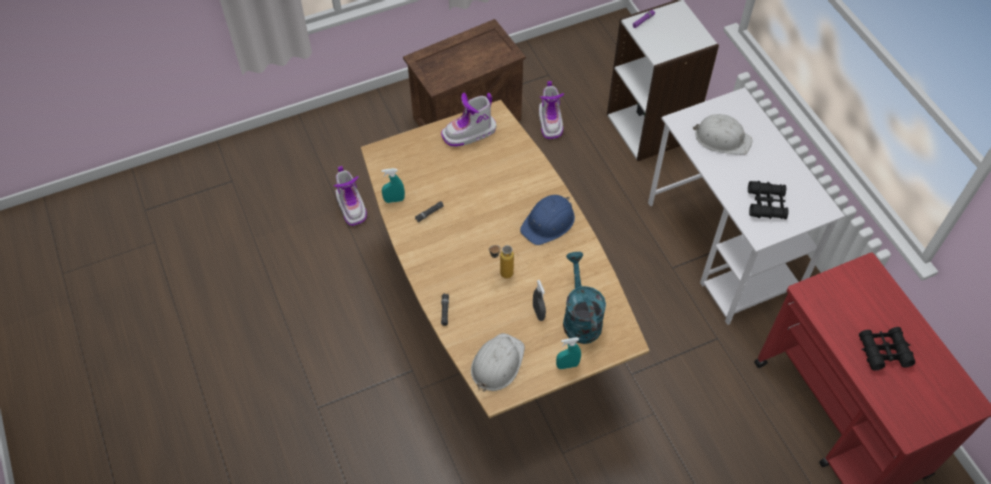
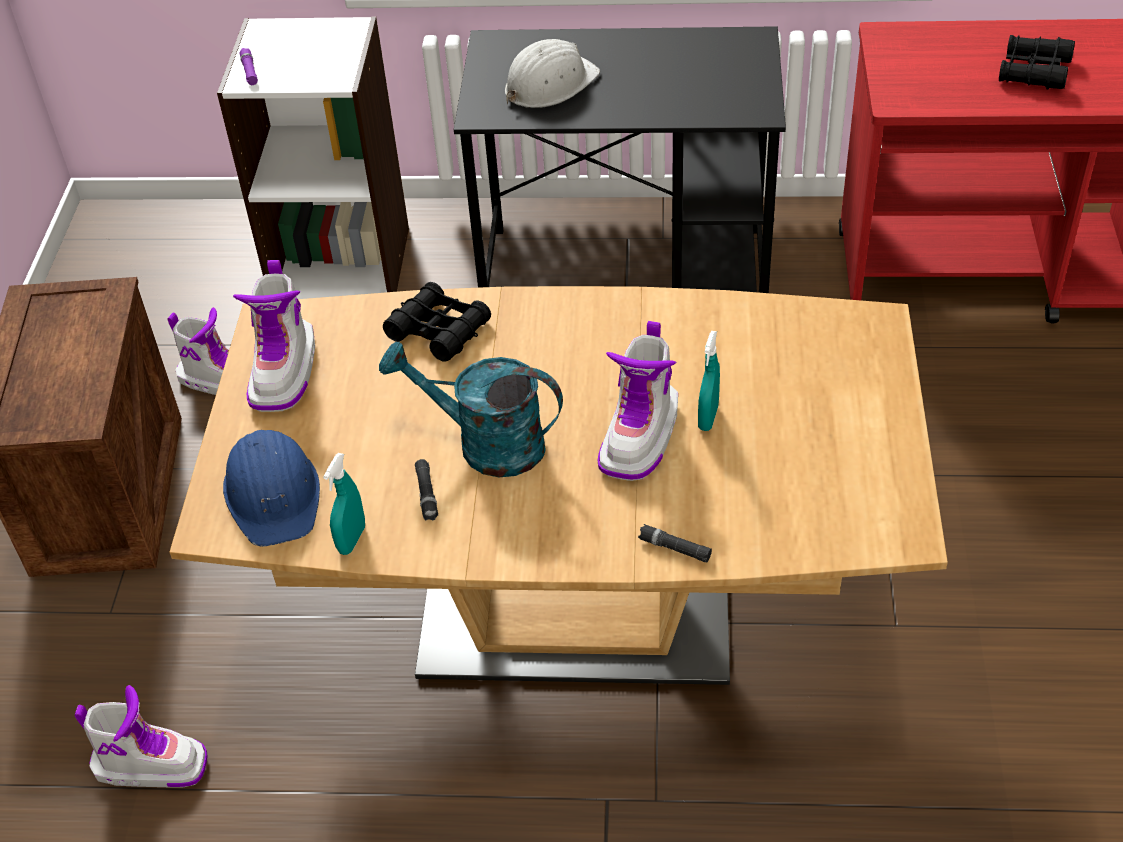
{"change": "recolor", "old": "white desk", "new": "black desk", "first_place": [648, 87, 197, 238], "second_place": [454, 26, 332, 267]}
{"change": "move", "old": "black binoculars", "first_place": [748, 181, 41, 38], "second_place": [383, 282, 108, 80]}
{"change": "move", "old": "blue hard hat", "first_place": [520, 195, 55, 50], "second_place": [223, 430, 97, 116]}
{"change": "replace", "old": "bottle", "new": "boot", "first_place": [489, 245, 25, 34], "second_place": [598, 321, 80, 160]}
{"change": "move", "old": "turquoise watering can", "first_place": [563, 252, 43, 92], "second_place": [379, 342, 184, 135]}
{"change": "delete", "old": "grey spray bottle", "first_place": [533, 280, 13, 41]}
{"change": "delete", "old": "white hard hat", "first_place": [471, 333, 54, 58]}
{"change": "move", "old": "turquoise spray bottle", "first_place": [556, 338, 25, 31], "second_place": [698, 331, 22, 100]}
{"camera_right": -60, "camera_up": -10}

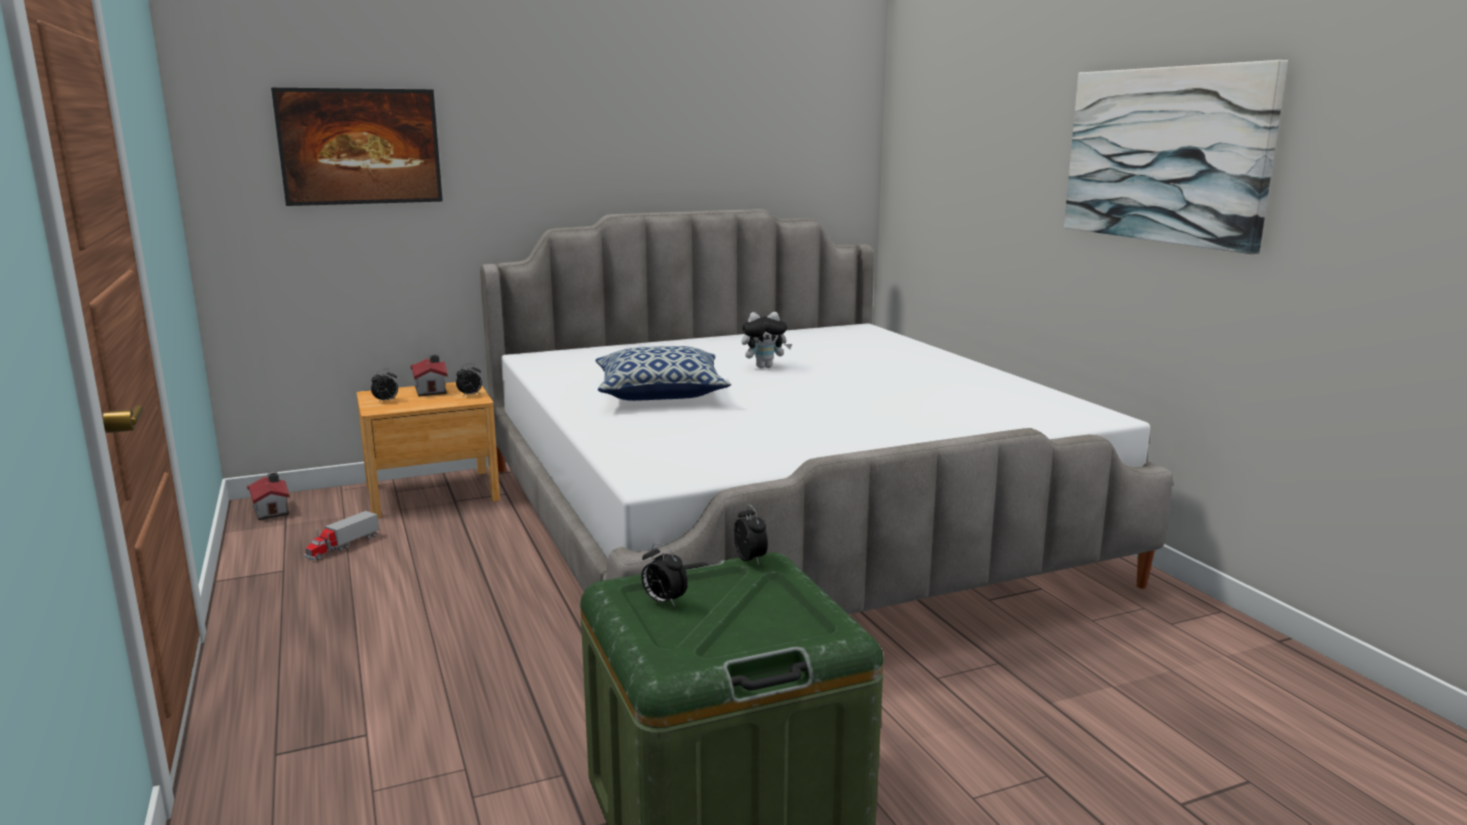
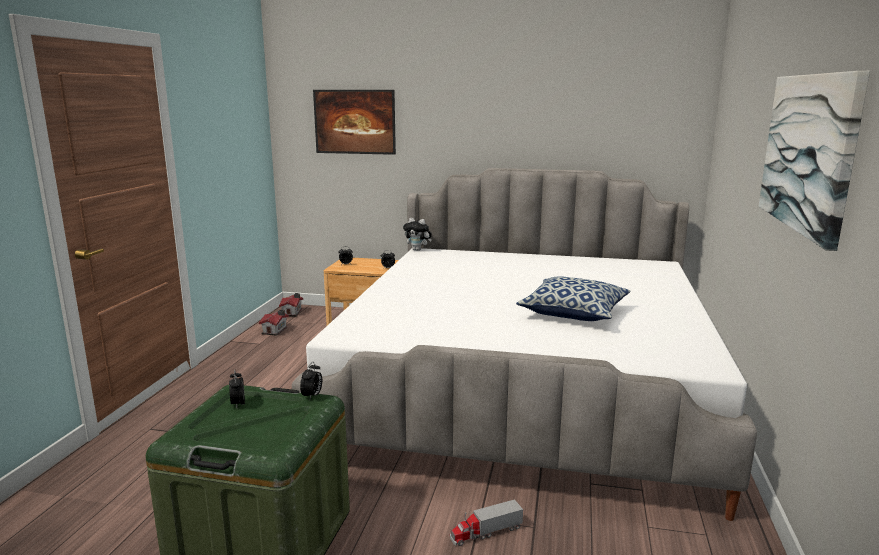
{"change": "move", "old": "plush toy", "first_place": [742, 312, 50, 56], "second_place": [403, 218, 29, 33]}
{"change": "move", "old": "pillow", "first_place": [595, 346, 136, 55], "second_place": [516, 276, 115, 45]}
{"change": "move", "old": "toy house", "first_place": [411, 355, 37, 41], "second_place": [259, 310, 30, 26]}
{"change": "move", "old": "toy truck", "first_place": [304, 511, 75, 49], "second_place": [450, 499, 73, 47]}
{"camera_right": 35, "camera_up": 0}

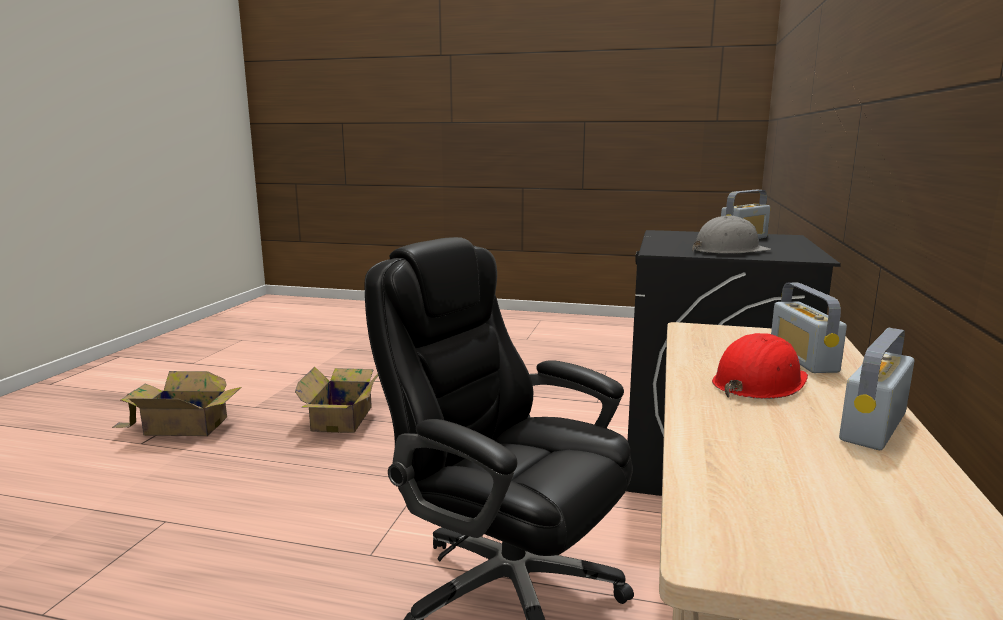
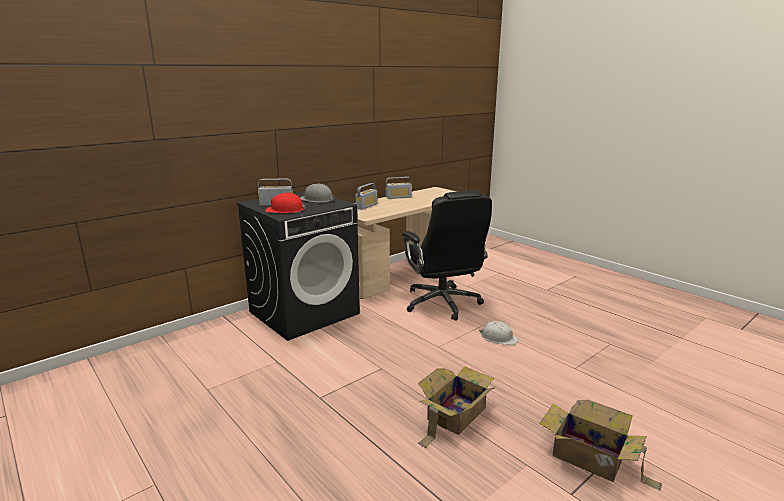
{"change": "move", "old": "red hard hat", "first_place": [712, 333, 96, 66], "second_place": [265, 193, 42, 20]}
{"change": "insert", "new": "white hard hat", "second_place": [479, 321, 40, 24]}
{"camera_right": -145, "camera_up": 5}

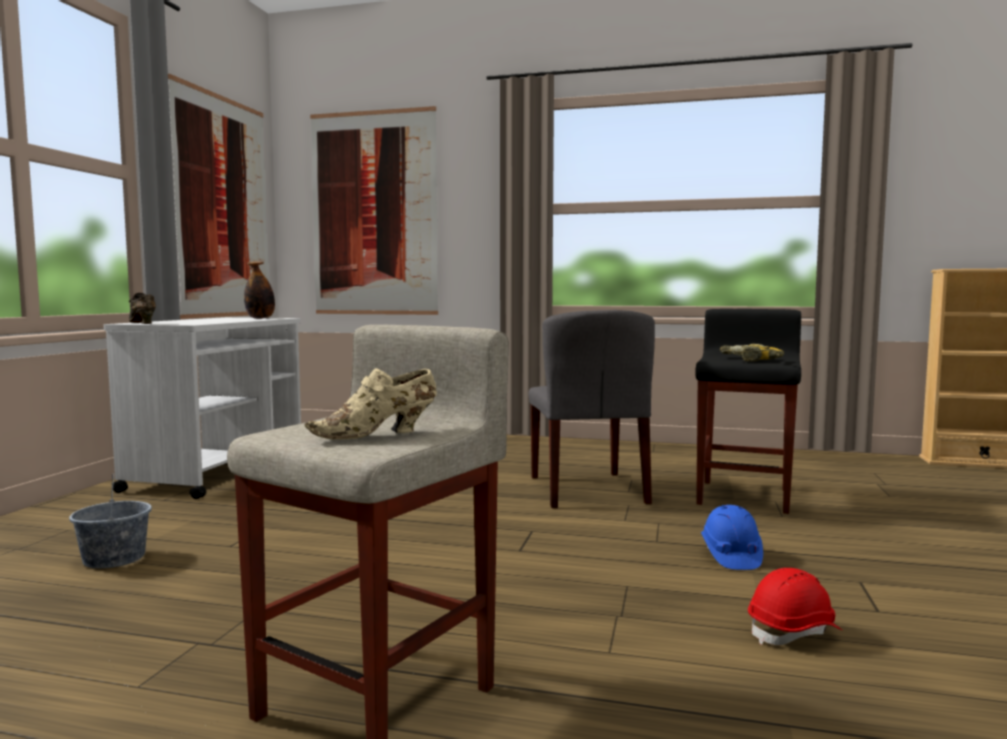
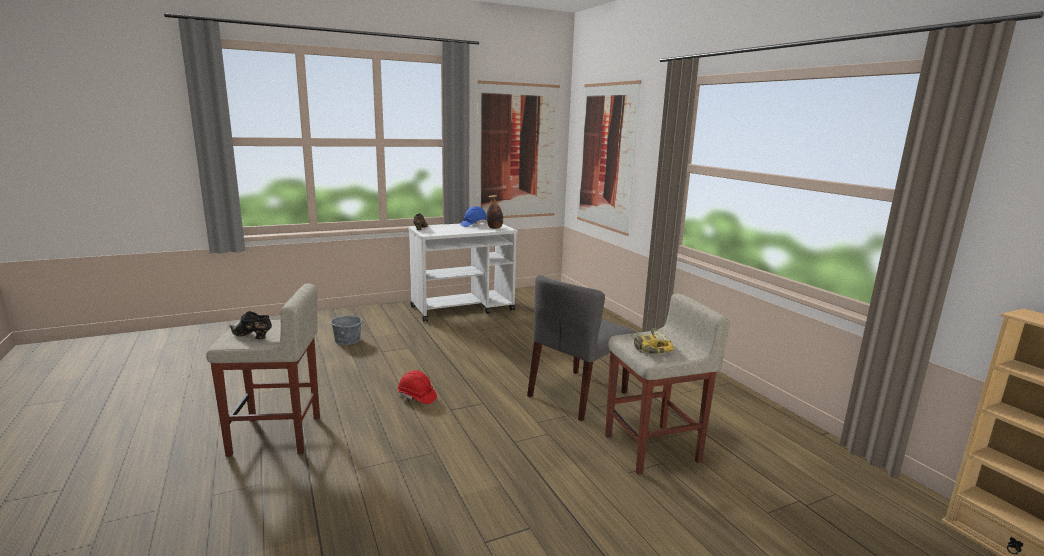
{"change": "recolor", "old": "black stool", "new": "beige stool", "first_place": [695, 309, 106, 205], "second_place": [605, 293, 125, 182]}
{"change": "recolor", "old": "beige shoe", "new": "black shoe", "first_place": [305, 368, 132, 71], "second_place": [230, 311, 42, 28]}
{"change": "move", "old": "blue hard hat", "first_place": [701, 505, 62, 65], "second_place": [461, 206, 26, 21]}
{"change": "move", "old": "red hard hat", "first_place": [748, 568, 94, 77], "second_place": [397, 370, 40, 34]}
{"camera_right": 50, "camera_up": 10}

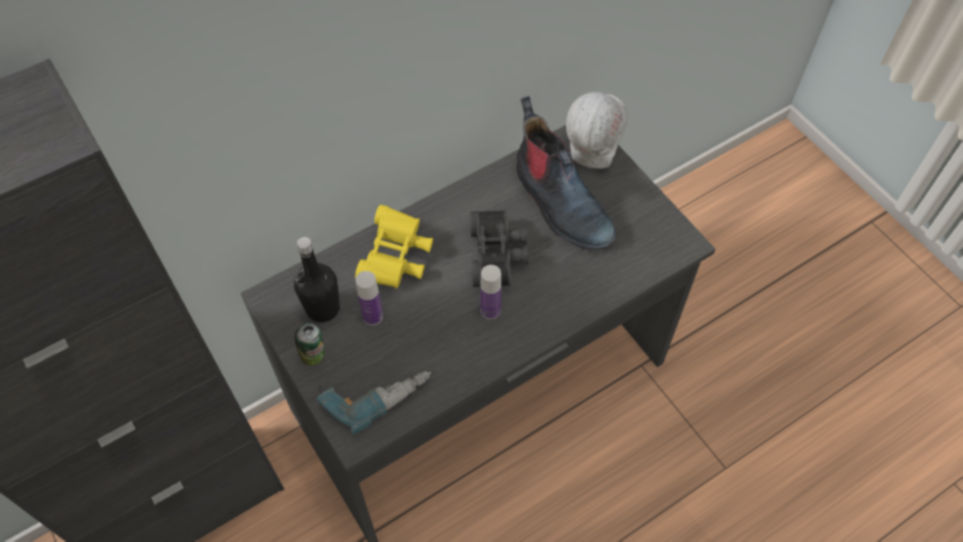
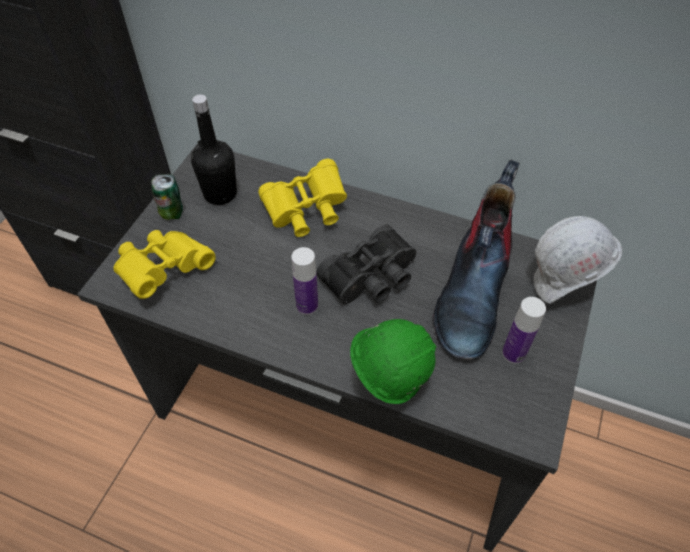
{"change": "move", "old": "bottle", "first_place": [355, 271, 28, 54], "second_place": [502, 297, 44, 67]}
{"change": "replace", "old": "power drill", "new": "yellow binoculars", "first_place": [317, 371, 114, 64], "second_place": [114, 230, 102, 69]}
{"change": "insert", "new": "green hard hat", "second_place": [350, 319, 86, 85]}
{"camera_right": 55, "camera_up": -5}

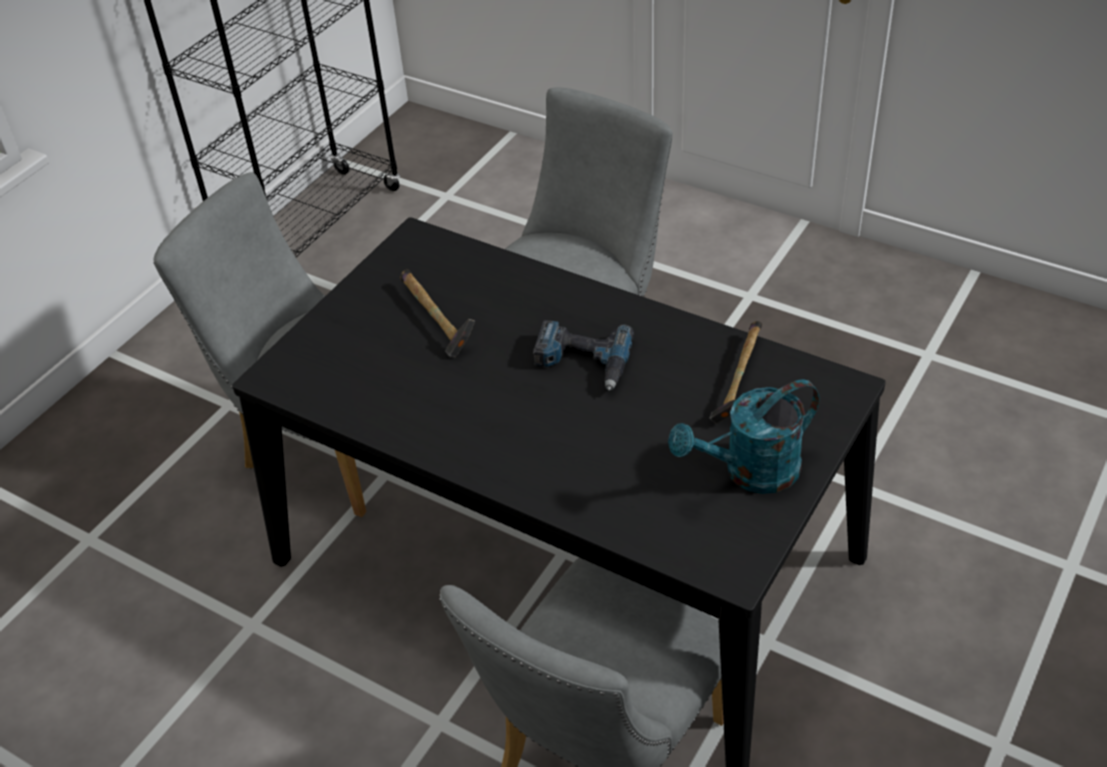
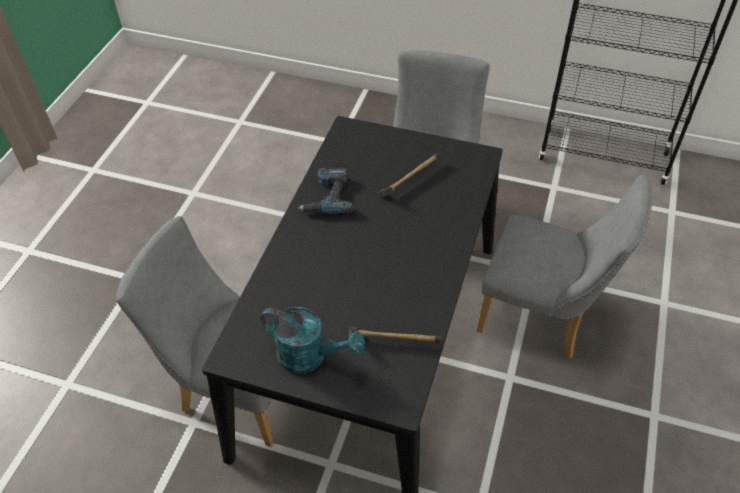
{"change": "move", "old": "power drill", "first_place": [533, 320, 101, 71], "second_place": [298, 168, 56, 46]}
{"change": "rotate", "old": "turquoise watering can", "first_place": [668, 380, 152, 114], "second_place": [261, 307, 104, 67], "degrees": 150}
{"camera_right": 75, "camera_up": 5}

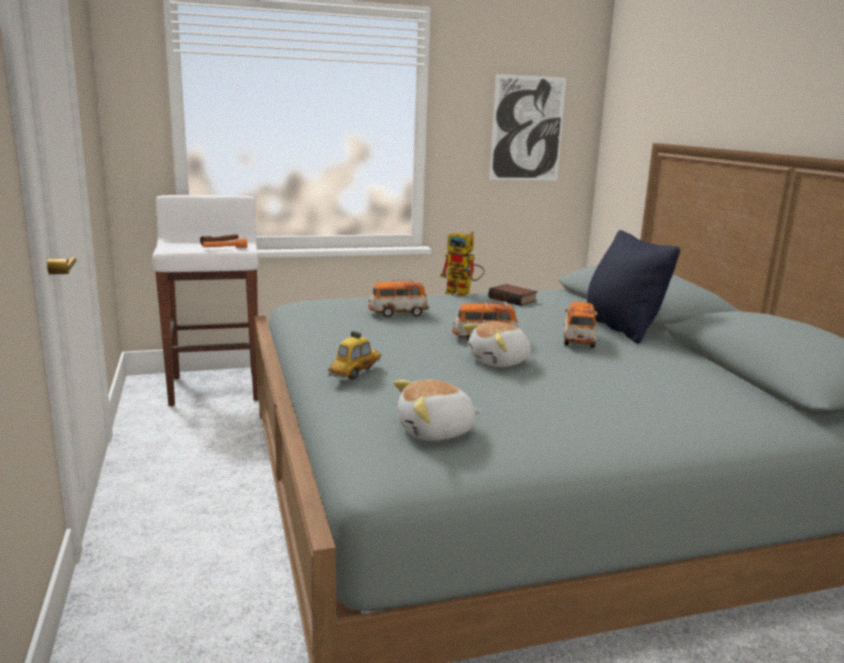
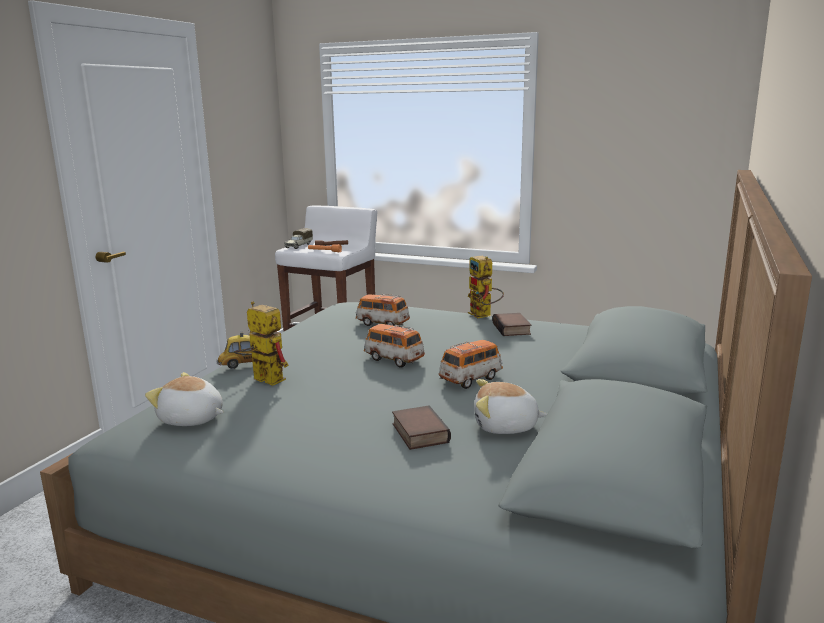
{"change": "delete", "old": "picture", "first_place": [489, 74, 77, 106]}
{"change": "delete", "old": "black pillow", "first_place": [587, 230, 93, 114]}
{"change": "move", "old": "plush toy", "first_place": [463, 322, 68, 45], "second_place": [474, 379, 73, 55]}
{"change": "insert", "new": "toy truck", "second_place": [284, 228, 29, 21]}
{"change": "insert", "new": "toy robot", "second_place": [234, 301, 55, 85]}
{"change": "insert", "new": "book", "second_place": [392, 405, 59, 45]}
{"camera_right": 40, "camera_up": 0}

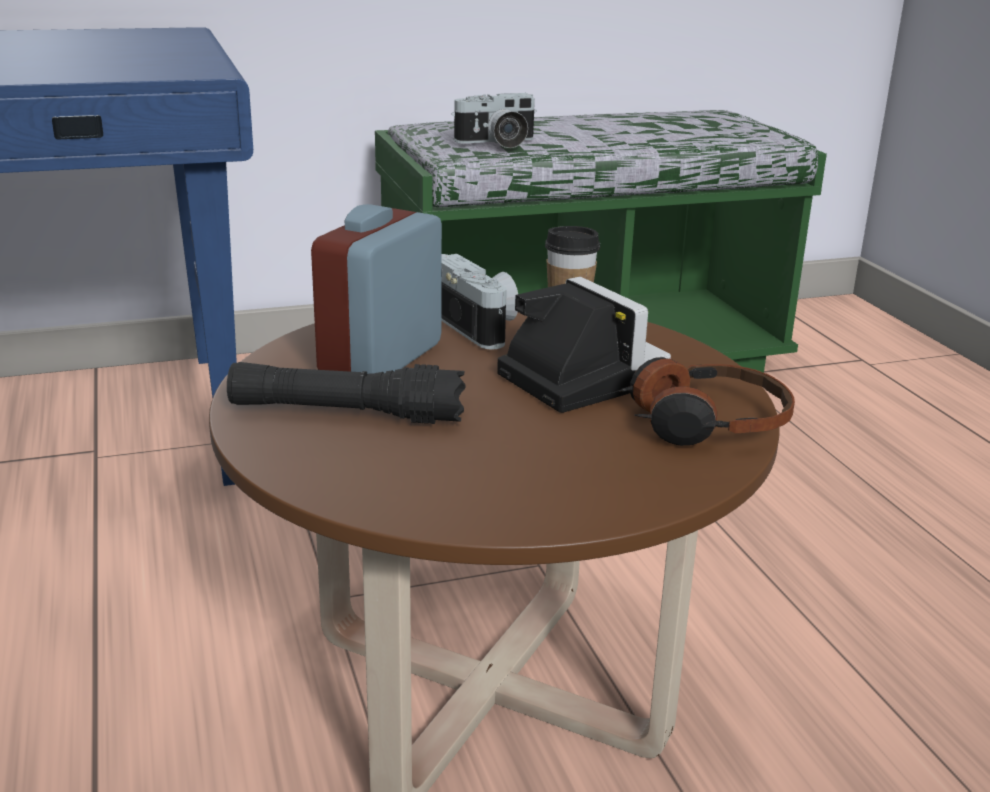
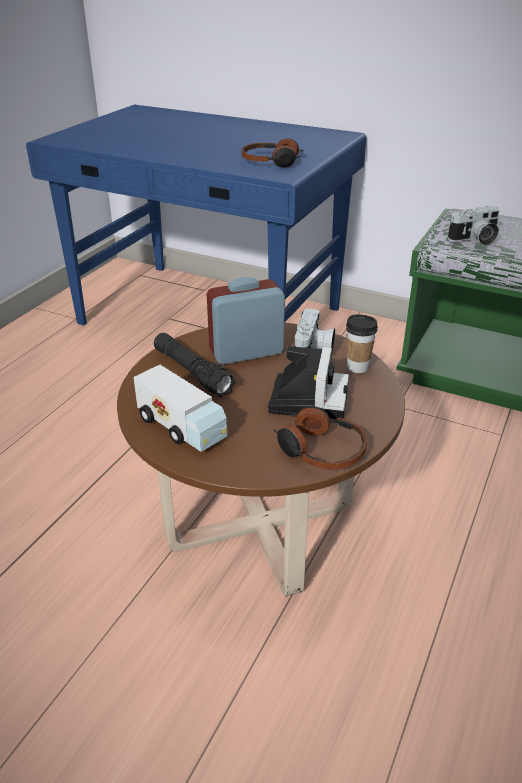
{"change": "rotate", "old": "photo camera", "first_place": [452, 93, 85, 55], "second_place": [448, 206, 52, 39], "degrees": -45}
{"change": "insert", "new": "headphones", "second_place": [242, 138, 62, 30]}
{"change": "insert", "new": "toy truck", "second_place": [134, 365, 93, 87]}
{"camera_right": 45, "camera_up": 10}

